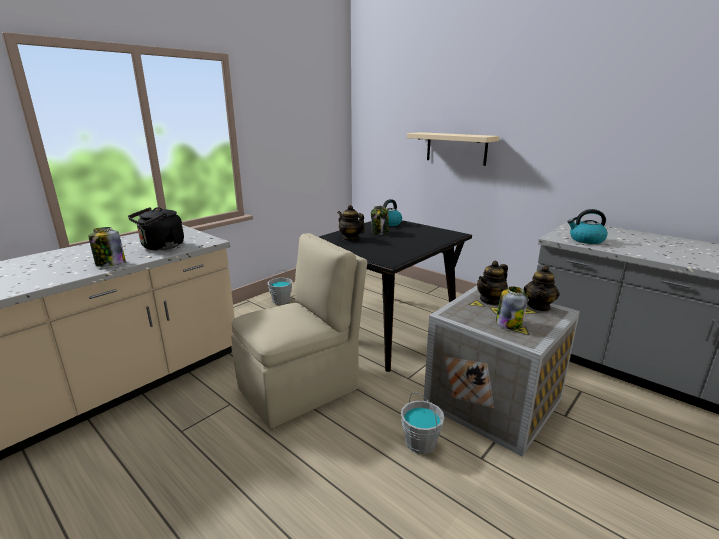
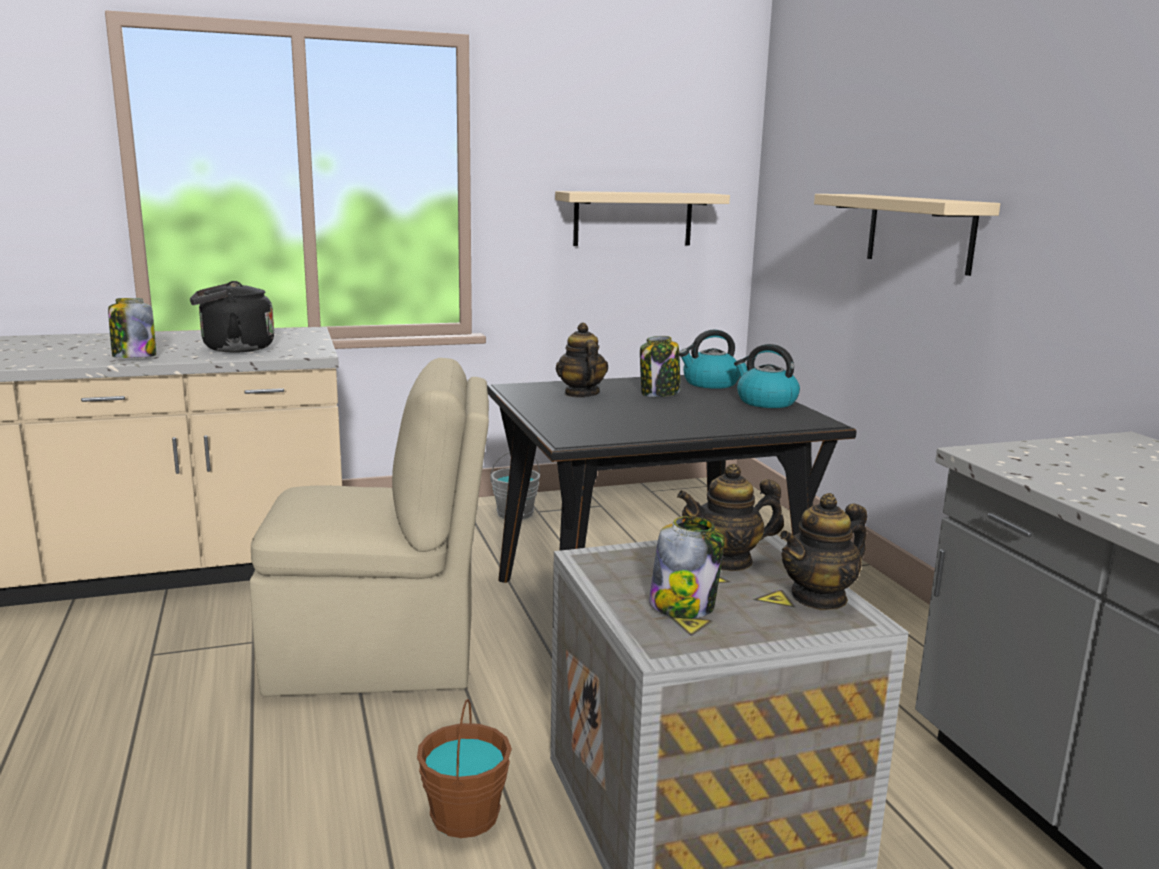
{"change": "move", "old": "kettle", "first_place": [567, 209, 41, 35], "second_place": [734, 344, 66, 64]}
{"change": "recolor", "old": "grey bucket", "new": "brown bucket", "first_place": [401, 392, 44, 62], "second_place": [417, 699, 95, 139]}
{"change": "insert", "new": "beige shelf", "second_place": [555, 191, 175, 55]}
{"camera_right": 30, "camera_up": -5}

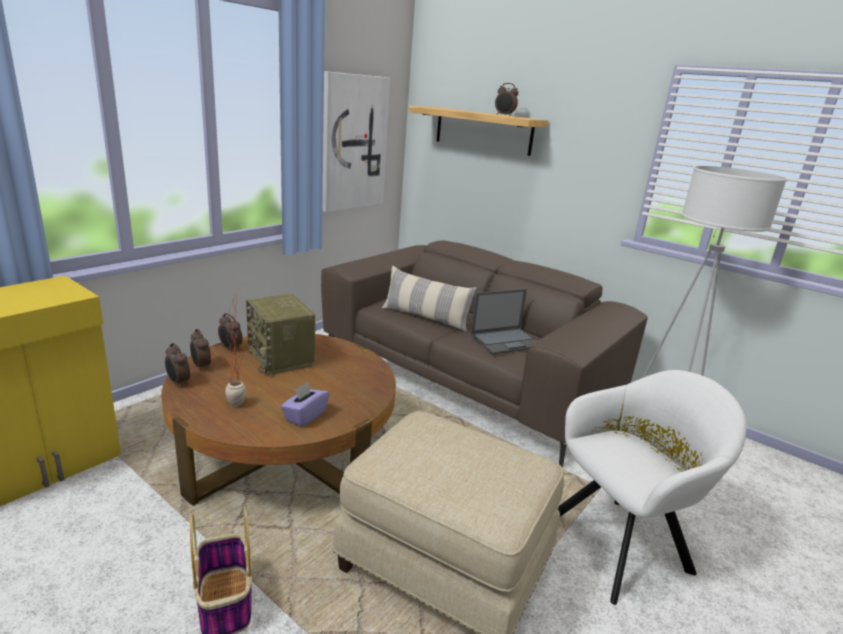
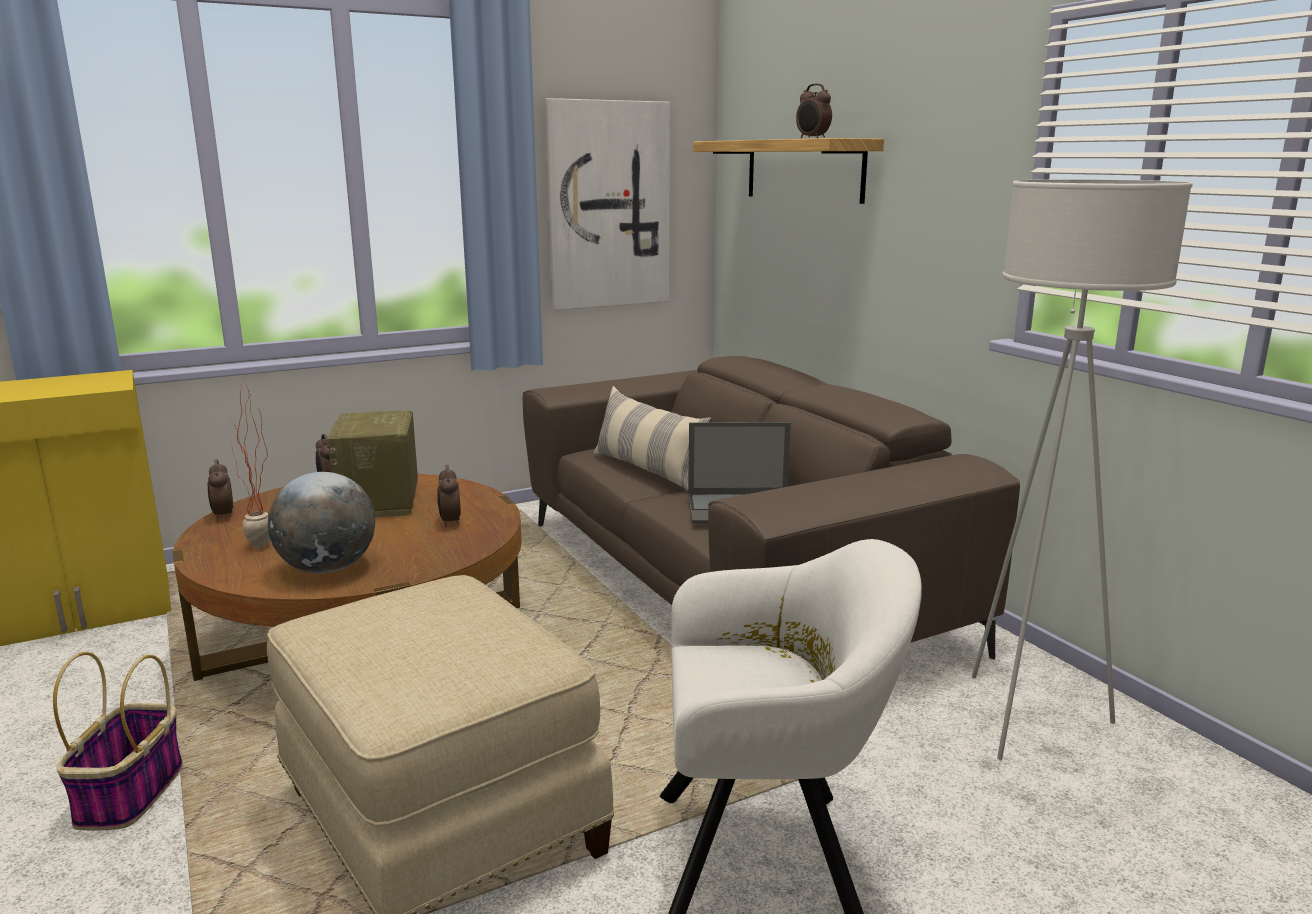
{"change": "move", "old": "alarm clock", "first_place": [190, 329, 21, 42], "second_place": [438, 465, 23, 62]}
{"change": "replace", "old": "purple tissue box", "new": "globe", "first_place": [281, 382, 48, 45], "second_place": [268, 472, 107, 102]}
{"camera_right": 25, "camera_up": -5}

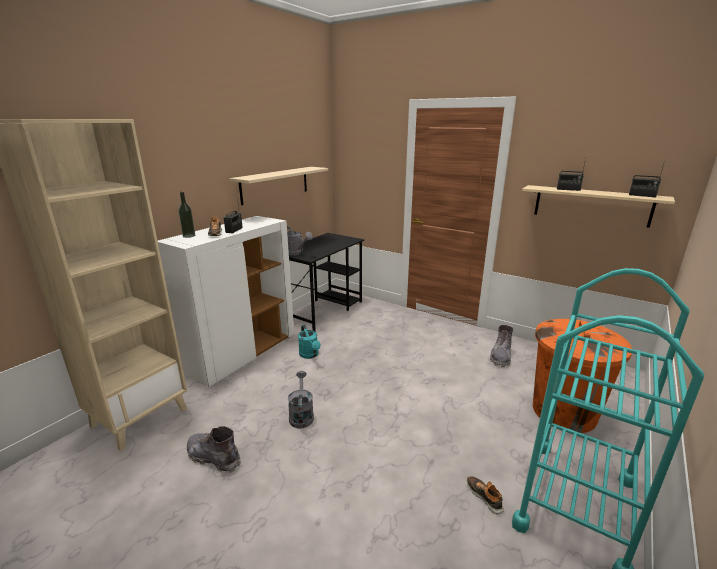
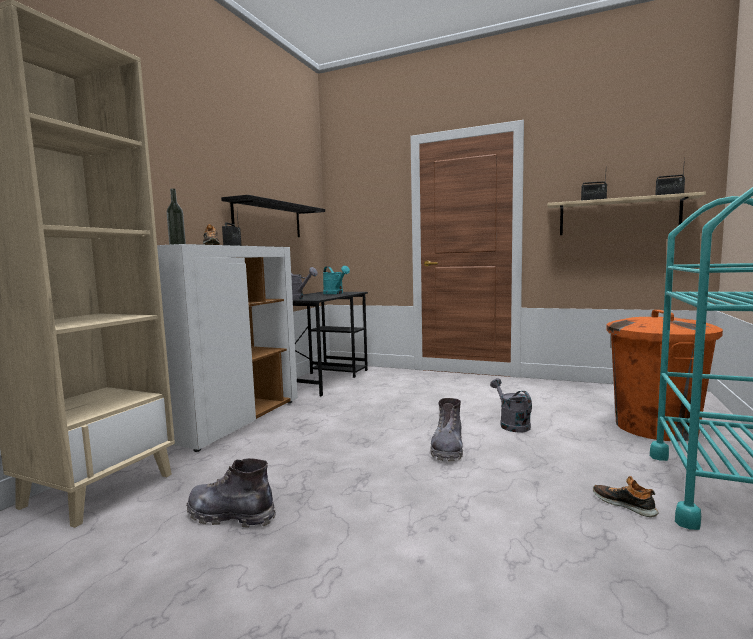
{"change": "recolor", "old": "beige shelf", "new": "black shelf", "first_place": [230, 167, 98, 38], "second_place": [221, 195, 104, 42]}
{"change": "move", "old": "turquoise watering can", "first_place": [298, 325, 23, 34], "second_place": [323, 266, 27, 28]}
{"change": "move", "old": "grey boot", "first_place": [490, 325, 23, 42], "second_place": [430, 398, 33, 64]}
{"change": "move", "old": "grey watering can", "first_place": [288, 371, 26, 58], "second_place": [490, 378, 42, 54]}
{"camera_right": -10, "camera_up": -15}

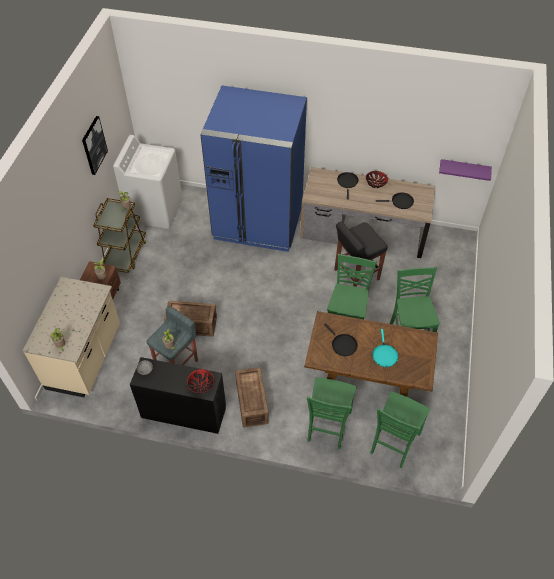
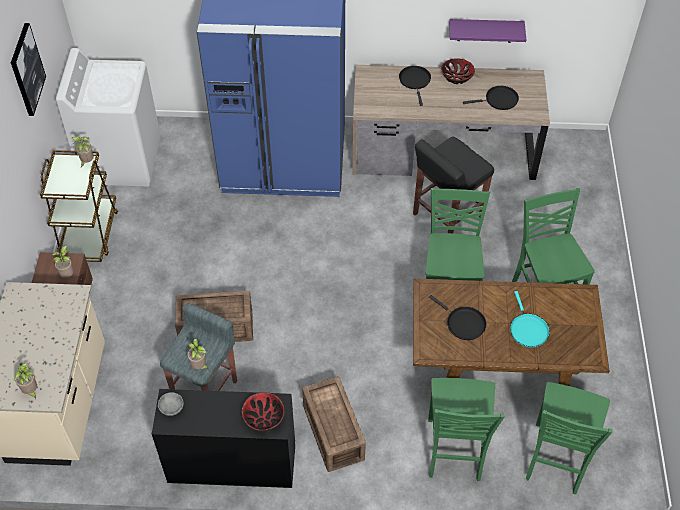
{"change": "move", "old": "purple shelf", "first_place": [439, 159, 53, 22], "second_place": [449, 19, 78, 24]}
{"camera_right": -10, "camera_up": 0}

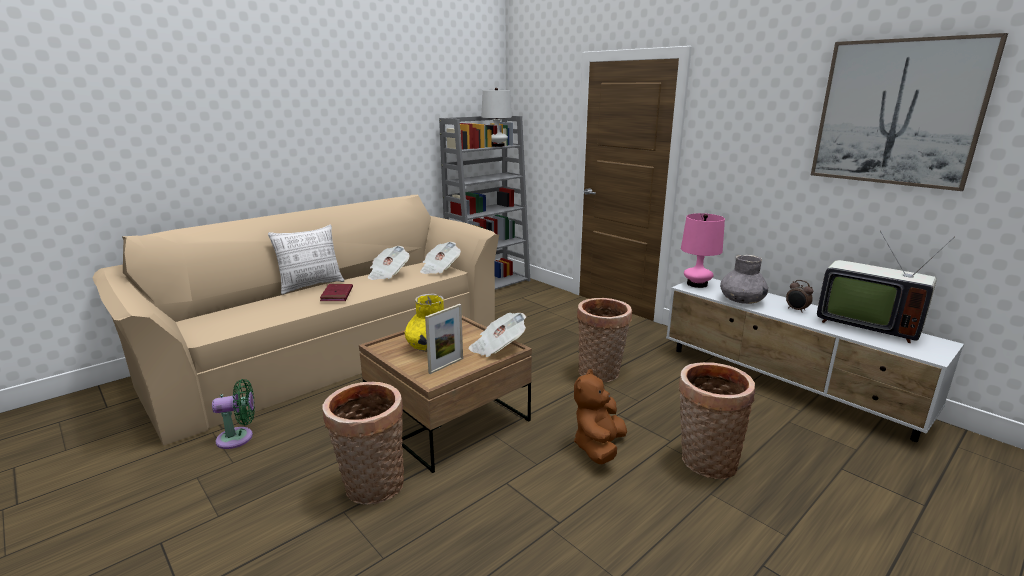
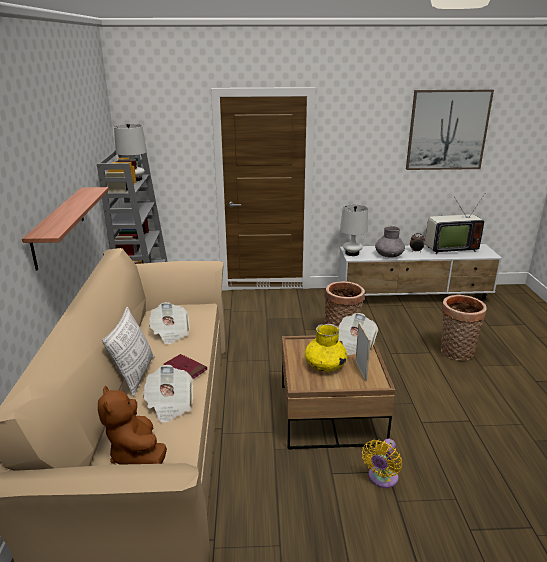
{"change": "recolor", "old": "pink table lamp", "new": "white table lamp", "first_place": [681, 213, 44, 75], "second_place": [340, 204, 28, 52]}
{"change": "move", "old": "newspaper", "first_place": [420, 242, 41, 32], "second_place": [142, 365, 51, 58]}
{"change": "move", "old": "brown plush toy", "first_place": [574, 369, 53, 95], "second_place": [98, 386, 69, 79]}
{"change": "delete", "old": "green fan", "first_place": [212, 379, 43, 70]}
{"change": "replace", "old": "basket", "new": "yellow fan", "first_place": [323, 382, 81, 123], "second_place": [362, 439, 40, 49]}
{"change": "insert", "new": "shelf", "second_place": [22, 187, 87, 84]}
{"camera_right": -50, "camera_up": 5}

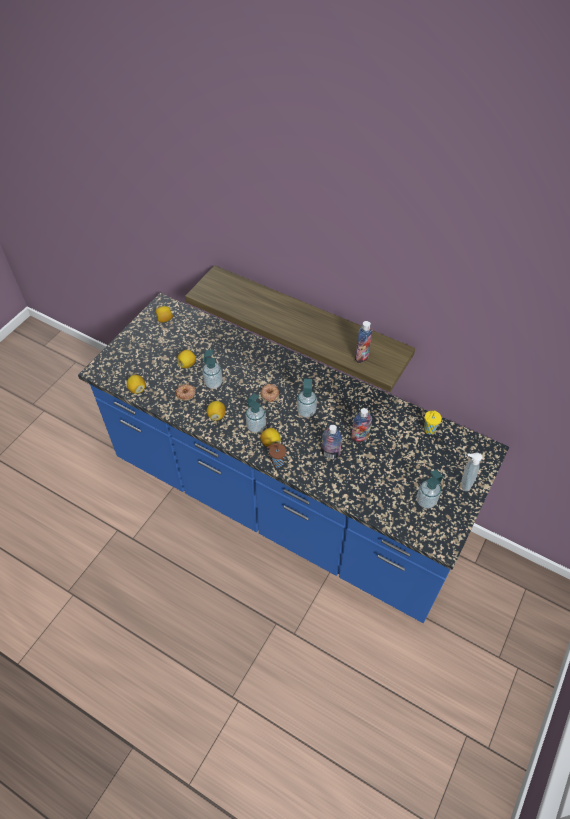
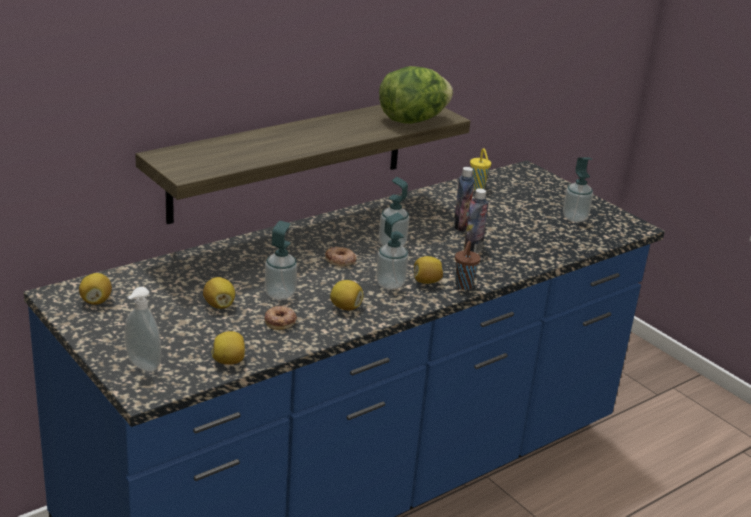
{"change": "replace", "old": "bottle", "new": "lettuce", "first_place": [355, 321, 18, 42], "second_place": [379, 66, 74, 58]}
{"change": "move", "old": "soap dispenser", "first_place": [461, 453, 22, 38], "second_place": [125, 287, 36, 85]}
{"camera_right": -70, "camera_up": -25}

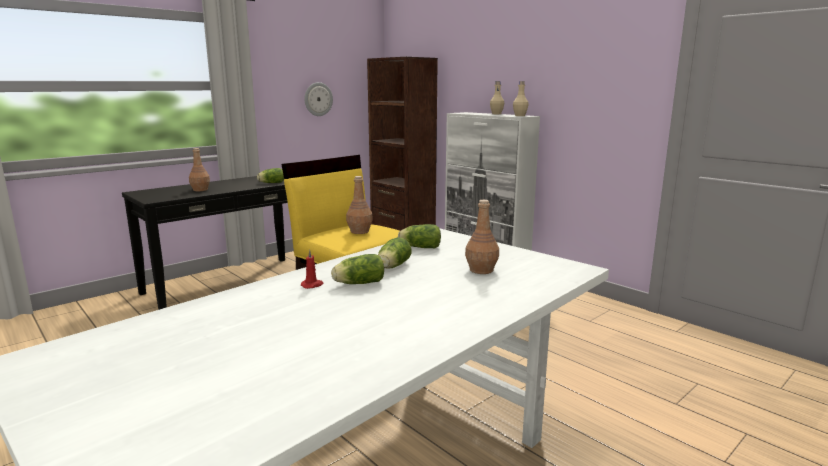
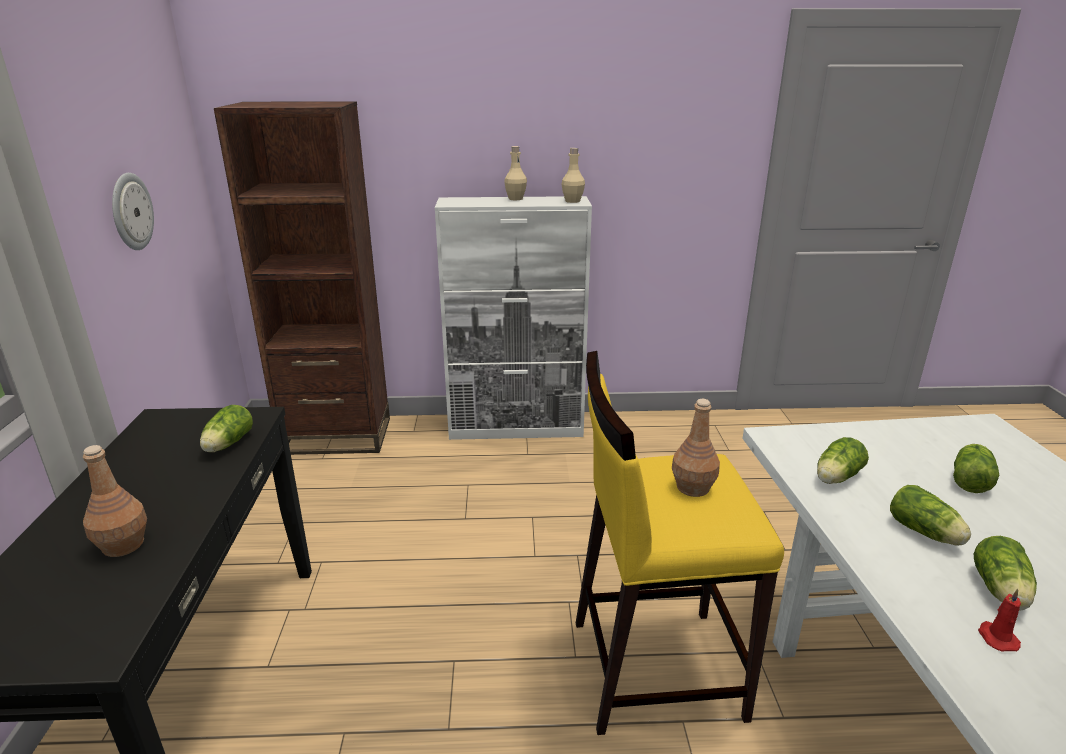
{"change": "replace", "old": "brown bottle", "new": "lettuce", "first_place": [465, 200, 34, 74], "second_place": [953, 444, 46, 49]}
{"camera_right": -50, "camera_up": 10}

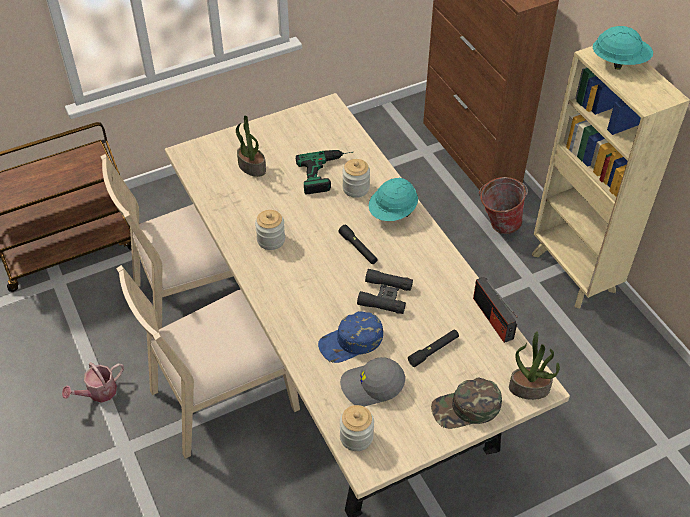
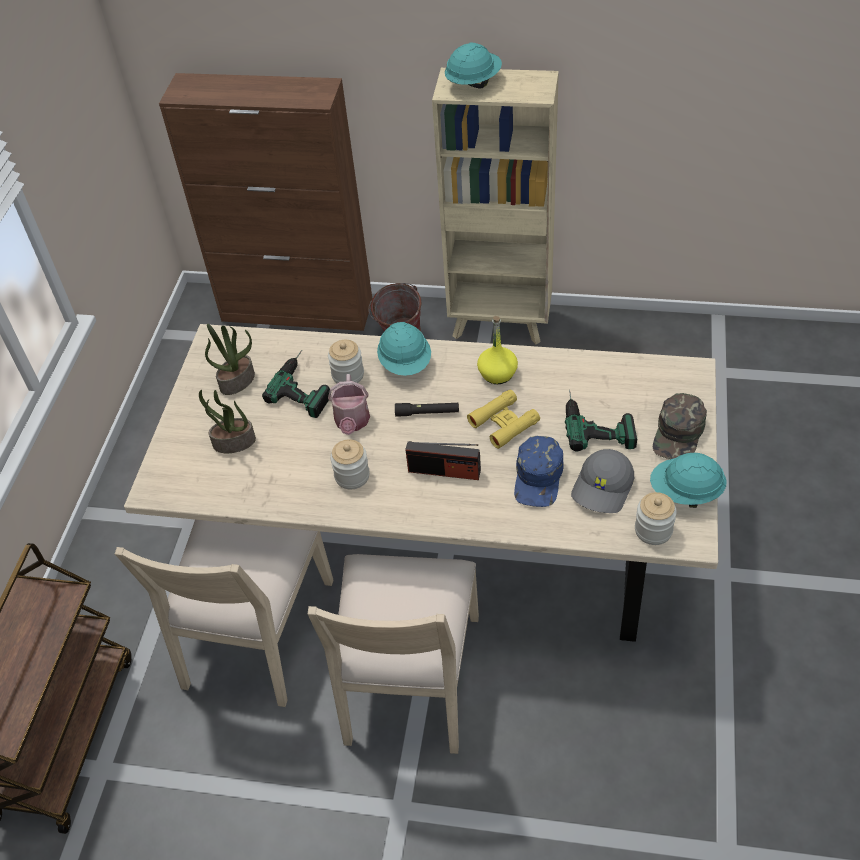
{"change": "recolor", "old": "black binoculars", "new": "yellow binoculars", "first_place": [357, 269, 56, 45], "second_place": [467, 389, 73, 60]}
{"change": "move", "old": "radio", "first_place": [473, 277, 45, 66], "second_place": [405, 441, 76, 39]}
{"change": "replace", "old": "black flashlight", "new": "power drill", "first_place": [408, 329, 51, 38], "second_place": [565, 390, 72, 61]}
{"change": "move", "old": "potted plant", "first_place": [509, 331, 51, 69], "second_place": [205, 324, 50, 71]}
{"change": "move", "old": "watering can", "first_place": [62, 362, 62, 41], "second_place": [328, 374, 42, 61]}
{"change": "insert", "new": "yellow bottle", "second_place": [477, 316, 41, 68]}
{"change": "insert", "new": "turquoise hard hat", "second_place": [650, 453, 77, 55]}
{"camera_right": -50, "camera_up": 0}

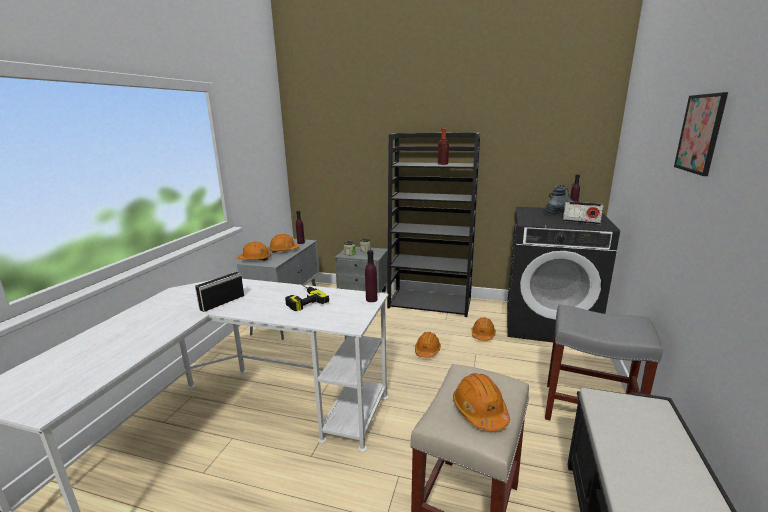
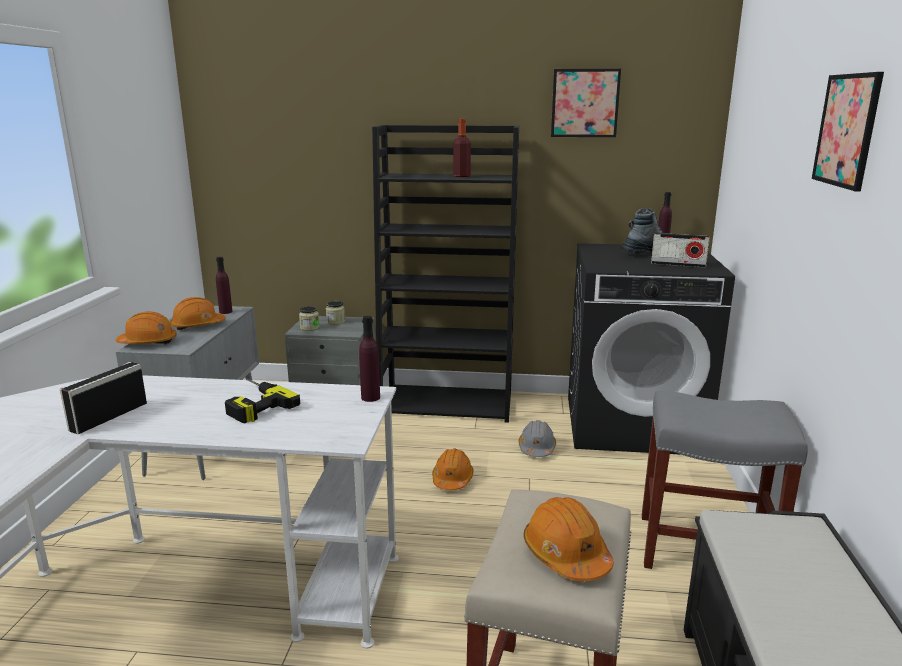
{"change": "recolor", "old": "orange hard hat", "new": "grey hard hat", "first_place": [471, 317, 25, 24], "second_place": [518, 420, 38, 37]}
{"change": "insert", "new": "picture", "second_place": [551, 69, 70, 68]}
{"camera_right": -10, "camera_up": 0}

